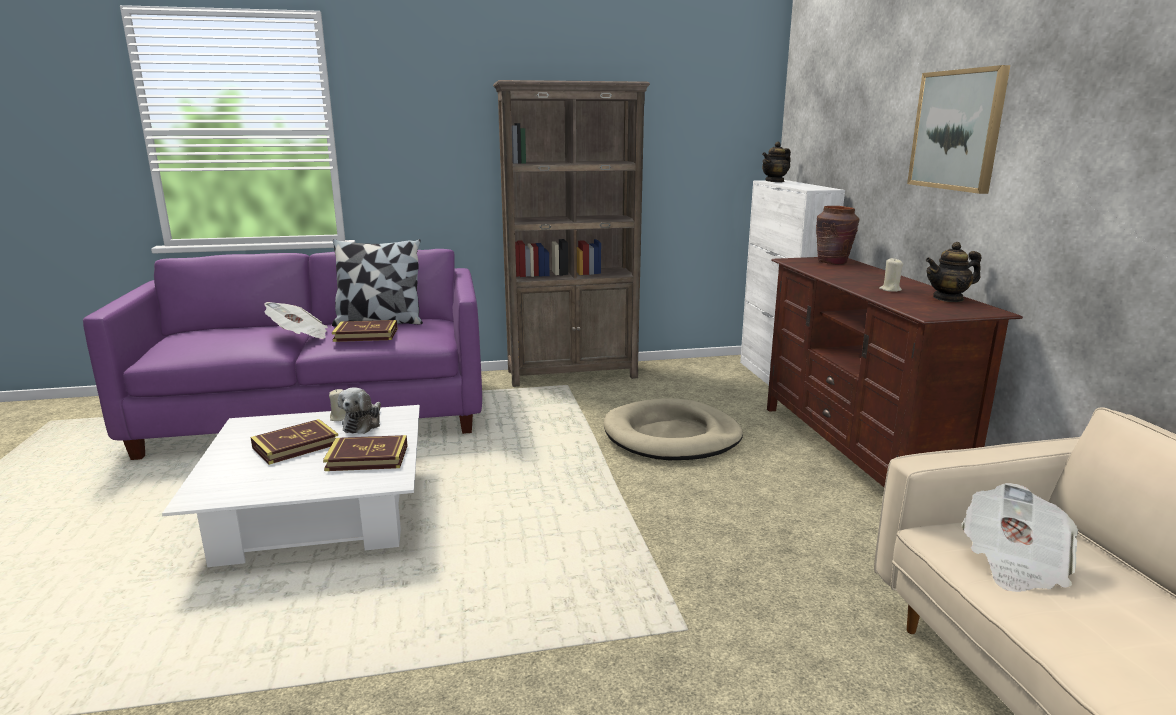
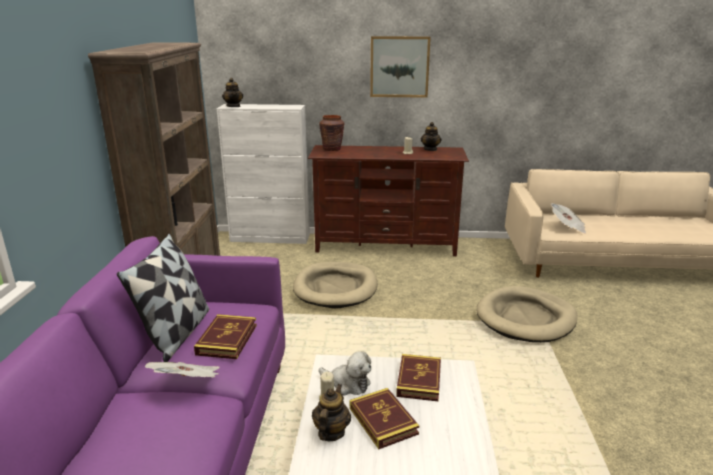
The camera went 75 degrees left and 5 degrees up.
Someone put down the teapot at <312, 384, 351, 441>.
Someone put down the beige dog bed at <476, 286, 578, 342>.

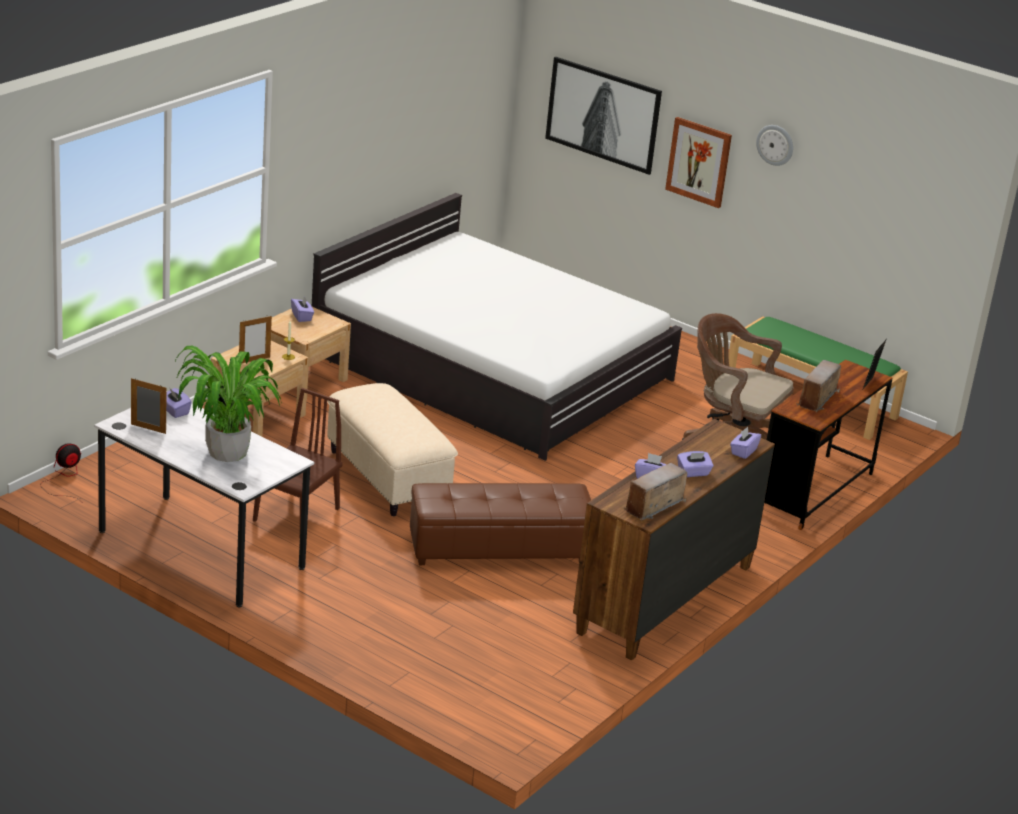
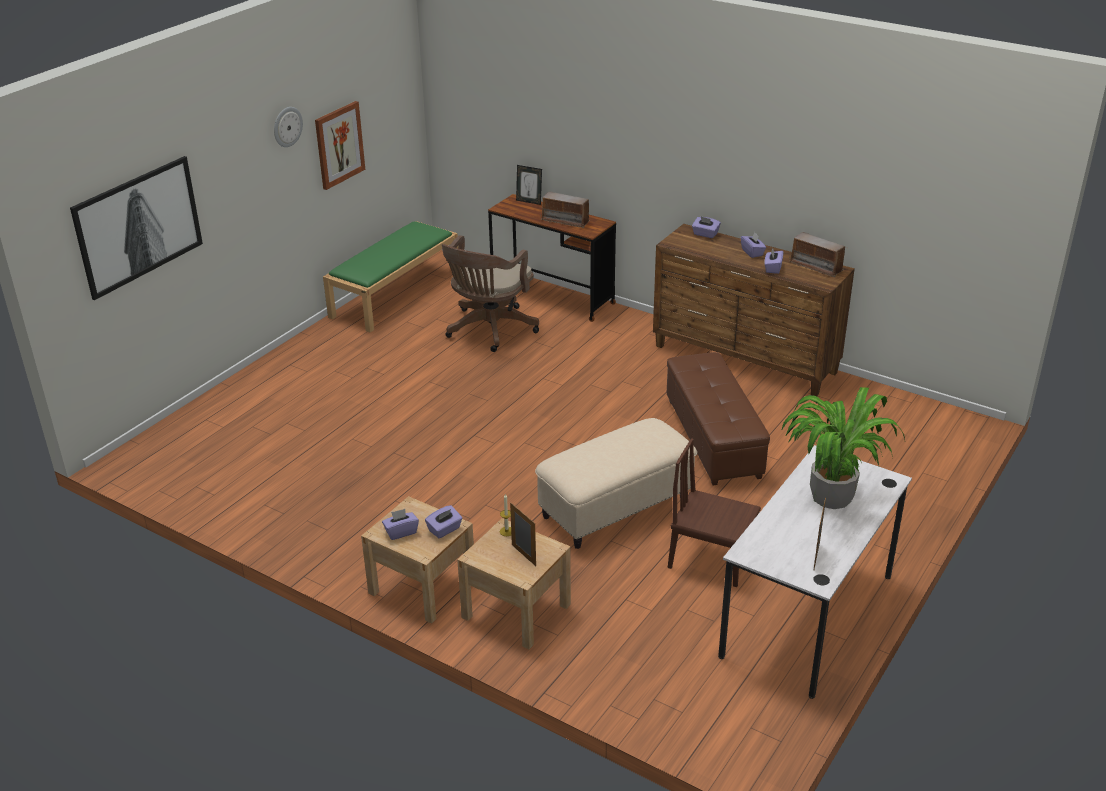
The camera went 90 degrees left and 5 degrees up.
Someone carried the picture from <665, 117, 732, 208> to <315, 101, 365, 190>.
Someone carried the purple tissue box from <166, 388, 192, 418> to <425, 505, 463, 538>.
Someone took away the fan at <43, 443, 81, 500>.
Someone took away the white bed at <312, 193, 682, 461>.

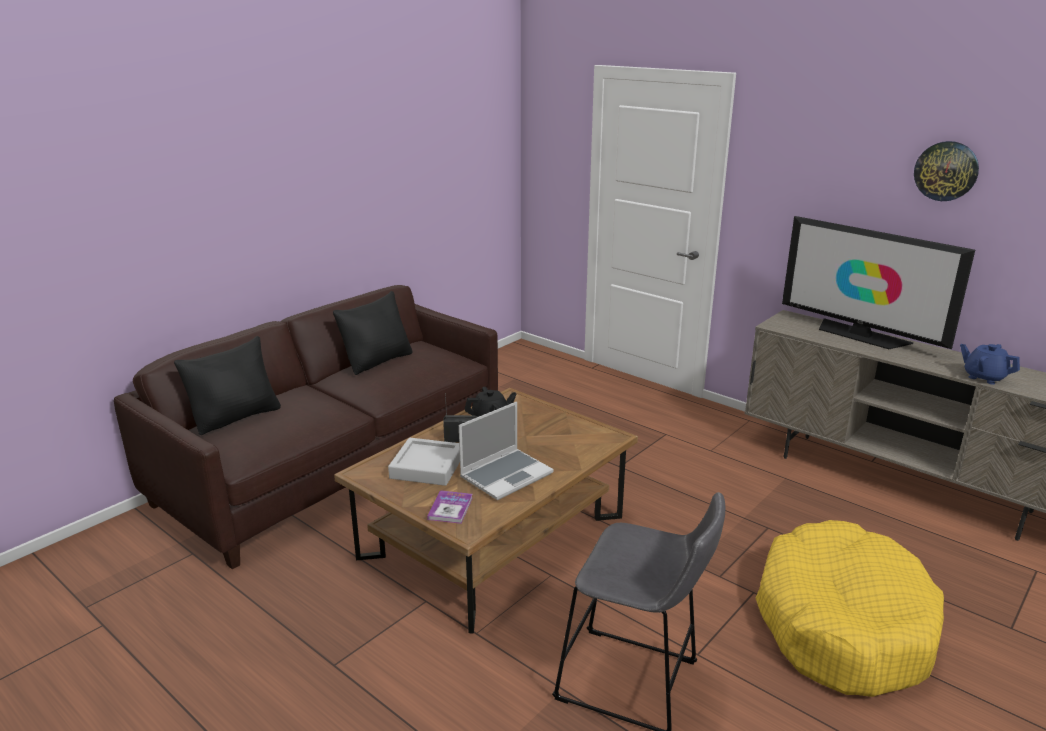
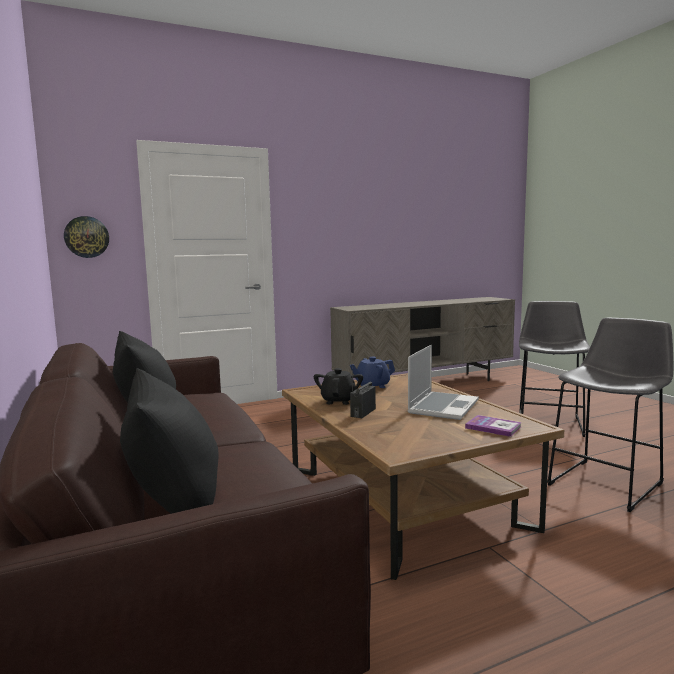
The camera went 65 degrees left and 15 degrees down.
Someone carried the wall clock from <914, 141, 979, 201> to <64, 216, 109, 258>.
Someone carried the blue teapot from <960, 344, 1020, 384> to <350, 357, 395, 388>.
Someone rotated the laptop at <459, 402, 554, 500> by 45 degrees clockwise.
Someone swapped the yellow dog bed at <756, 520, 944, 697> for the grey stool at <519, 301, 590, 437>.
Someone took away the grey tray at <388, 438, 460, 486>.
Someone took away the television at <782, 216, 975, 349>.

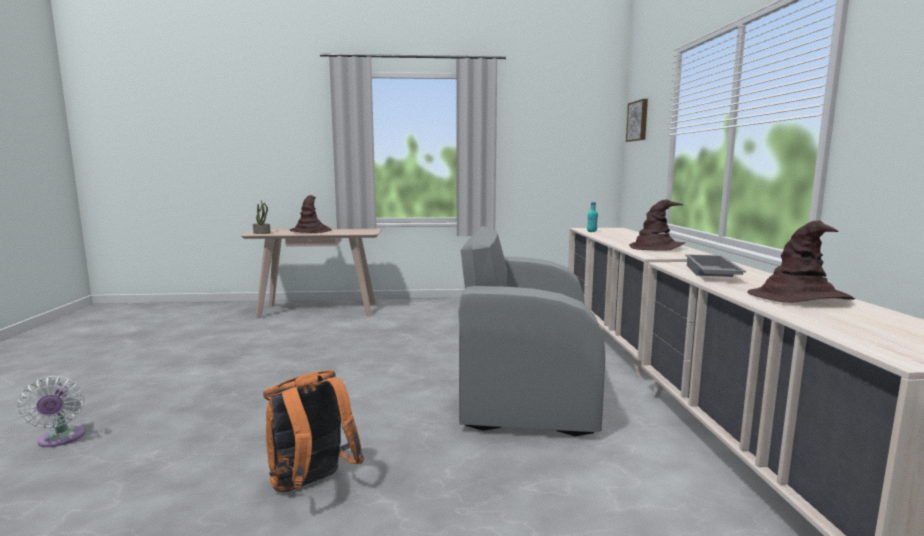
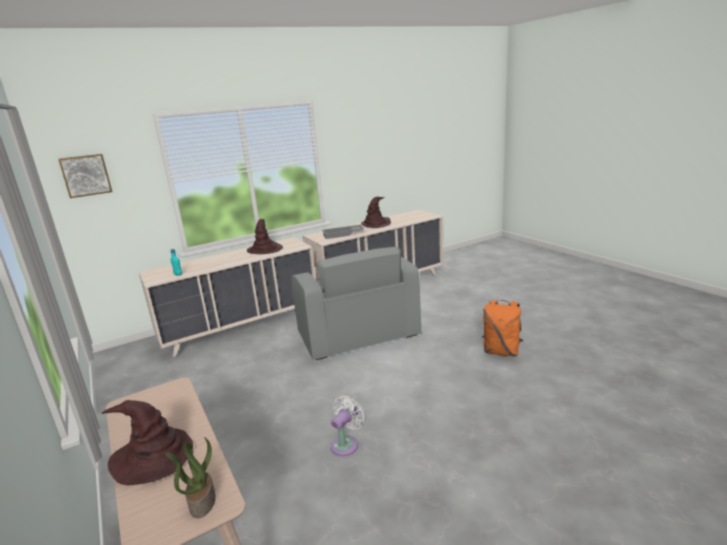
The camera went 115 degrees left and 10 degrees up.
Someone carried the white fan from <17, 376, 85, 447> to <331, 395, 365, 456>.

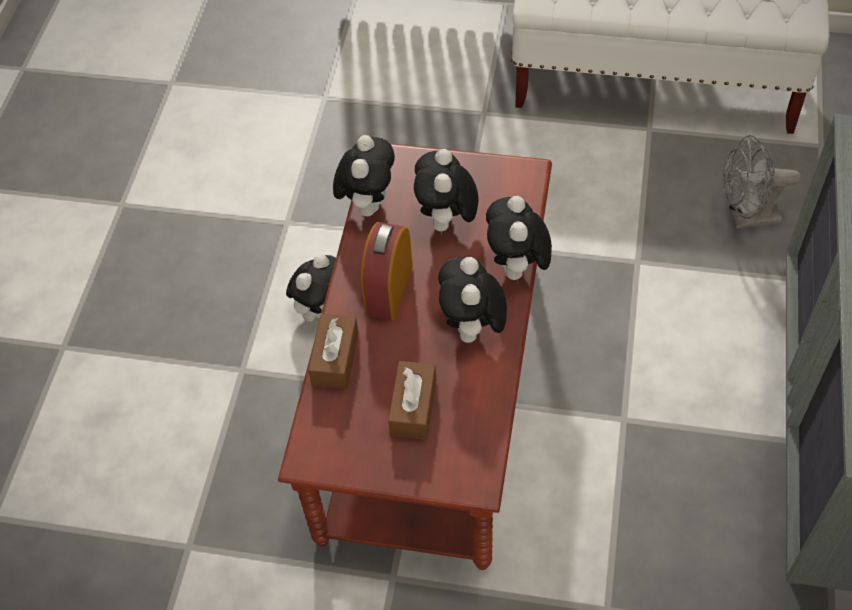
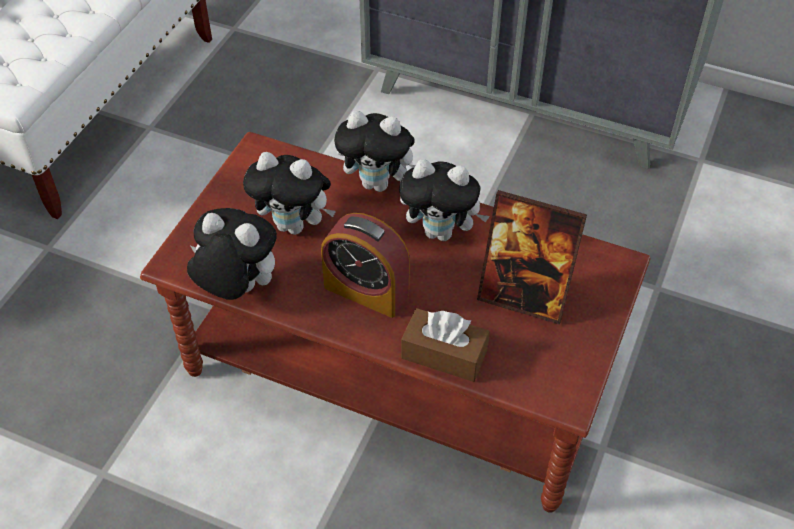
The camera went 80 degrees left and 5 degrees down.
Someone swapped the brown tissue box at <388, 361, 436, 440> for the picture frame at <477, 190, 587, 325>.
Someone took away the plush toy at <286, 254, 336, 322>.
Someone took away the grey fan at <723, 135, 801, 229>.

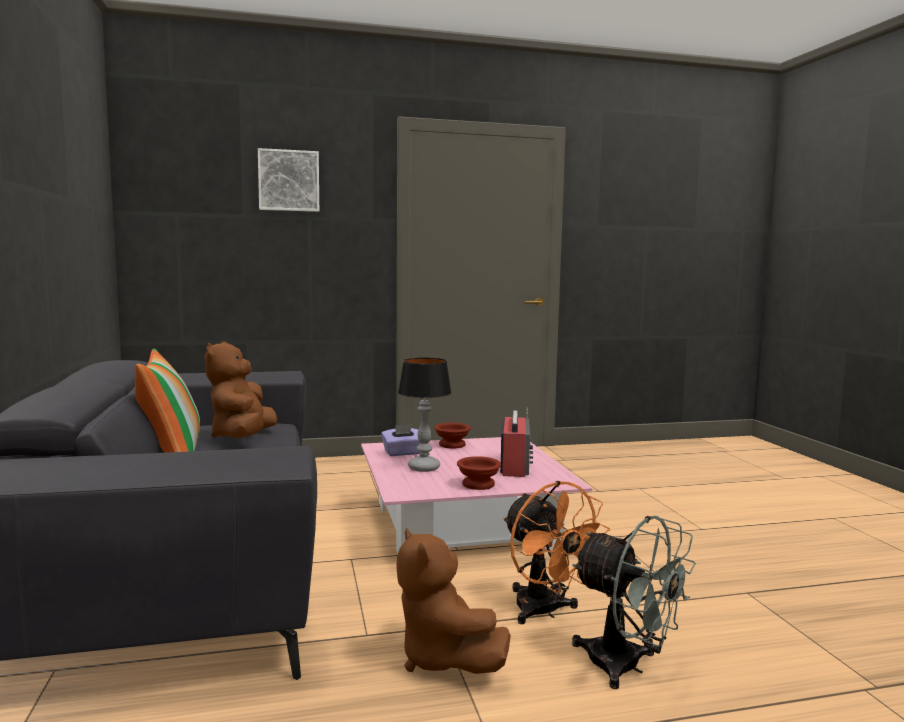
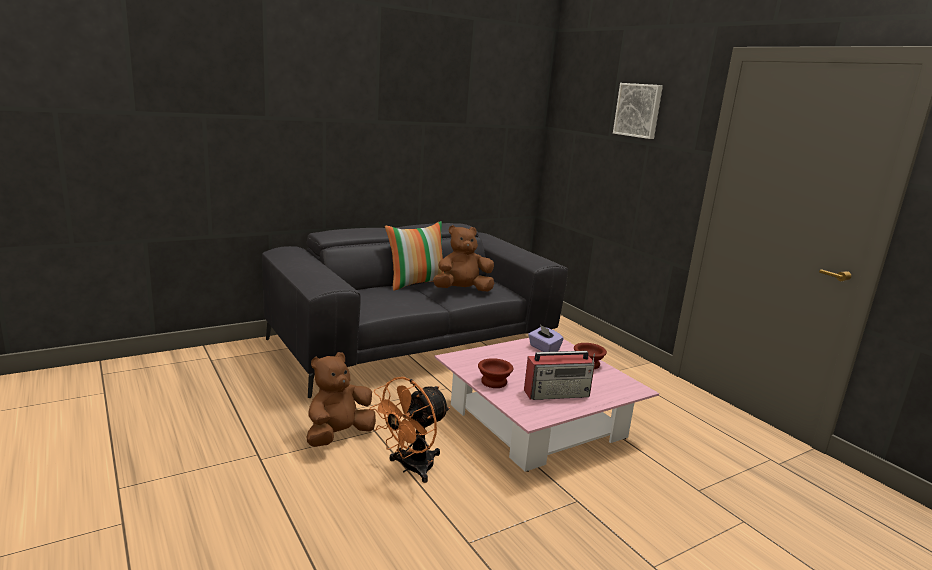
The camera went 70 degrees right and 10 degrees up.
Someone took away the table lamp at <398, 358, 452, 472>.
Someone took away the grey fan at <572, 516, 696, 689>.

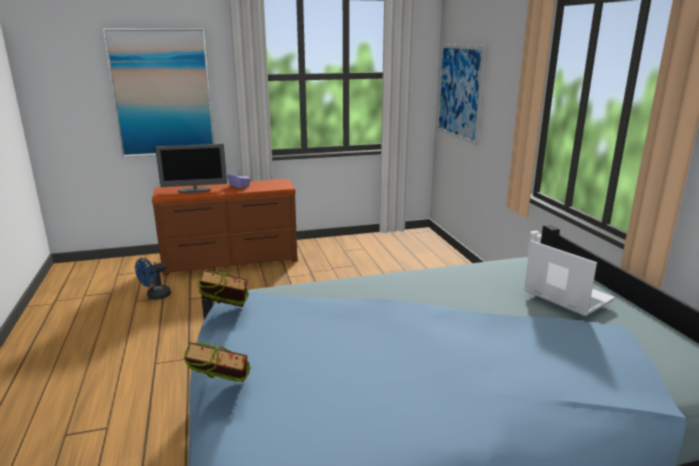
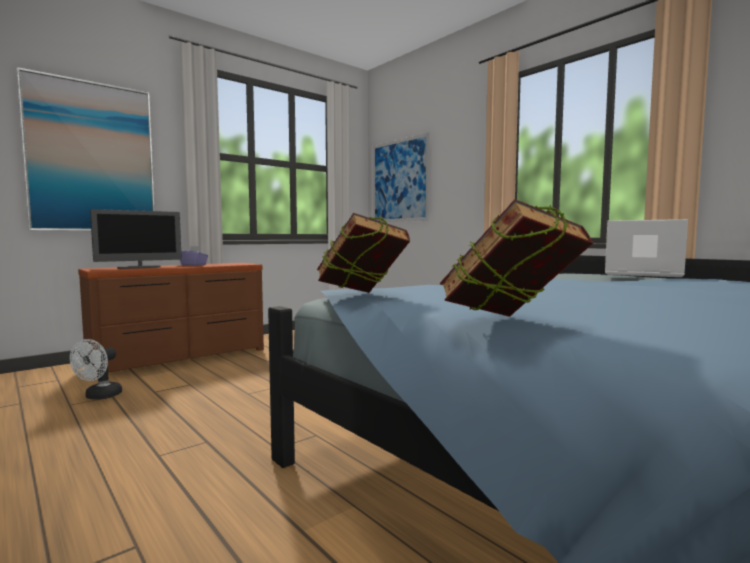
The camera went 25 degrees left and 15 degrees down.
Someone repainted the blue fan at <135, 258, 171, 300>, which became the white fan at <70, 339, 122, 399>.

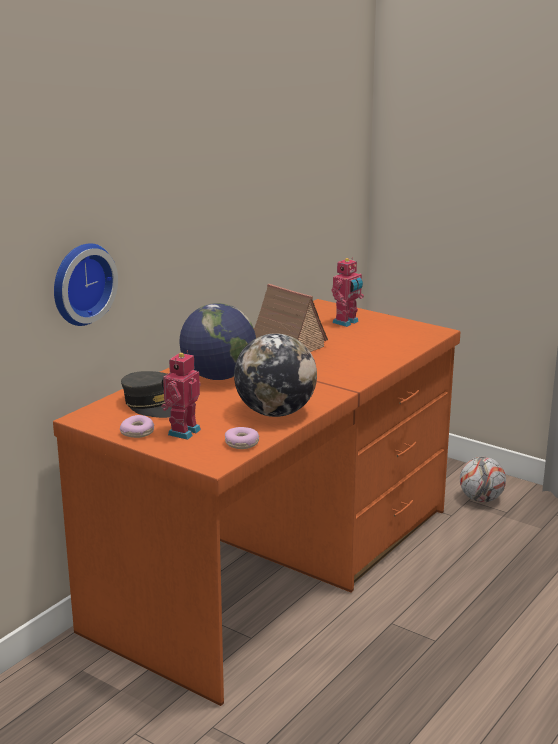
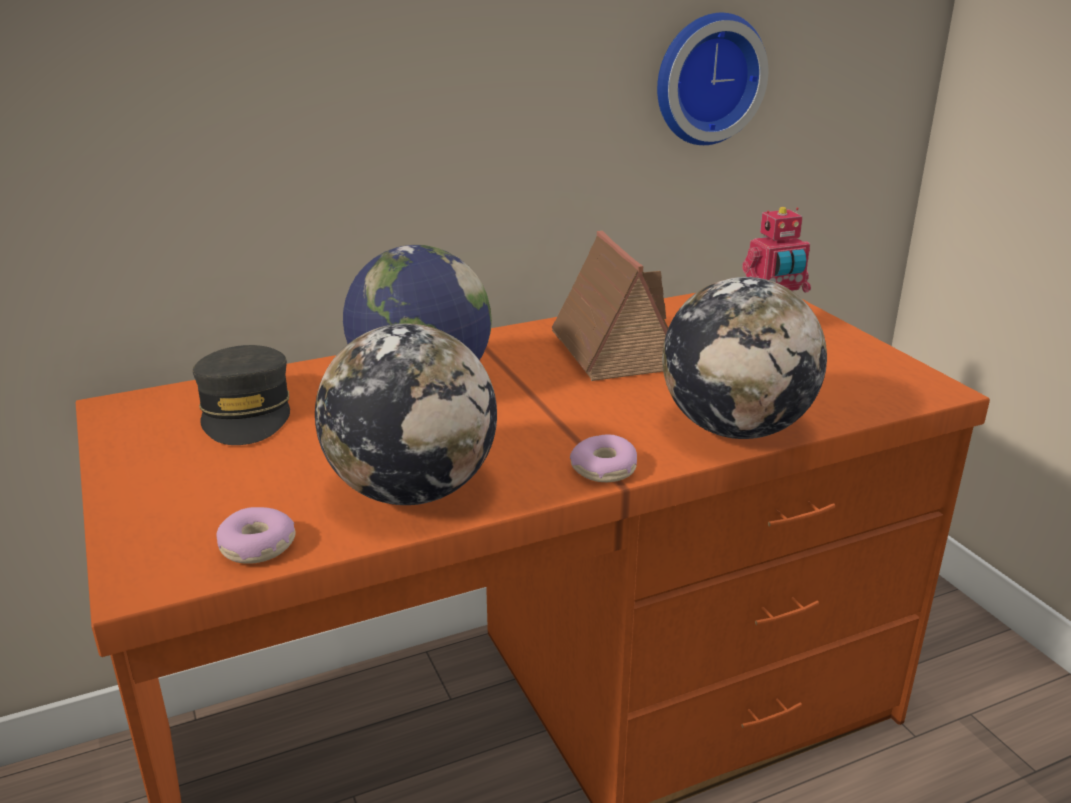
The camera went 30 degrees right and 5 degrees up.
Someone carried the donut from <120, 415, 154, 438> to <570, 435, 637, 482>.
Someone carried the wall clock from <54, 243, 118, 326> to <657, 13, 768, 145>.
Someone put down the globe at <662, 277, 827, 439>.
Someone took away the toy robot at <161, 351, 201, 440>.
Someone took away the football at <460, 457, 506, 502>.

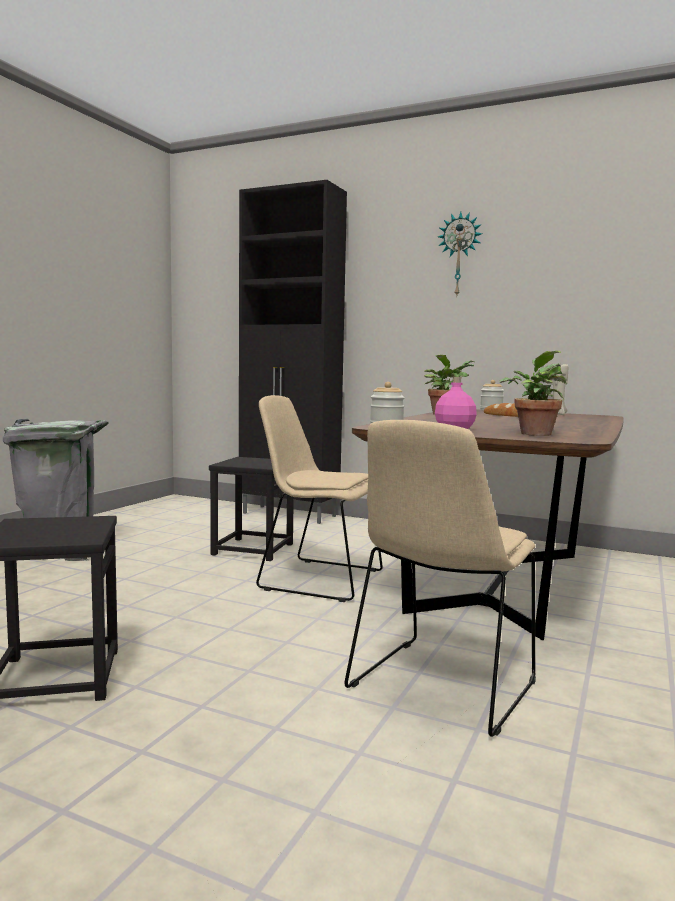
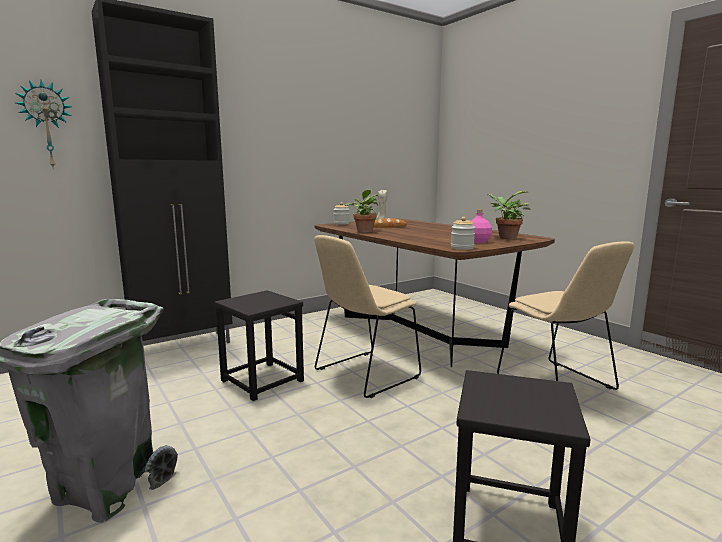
The camera went 60 degrees left and 5 degrees up.
Someone carried the wall clock from <438, 212, 482, 296> to <15, 80, 72, 169>.

